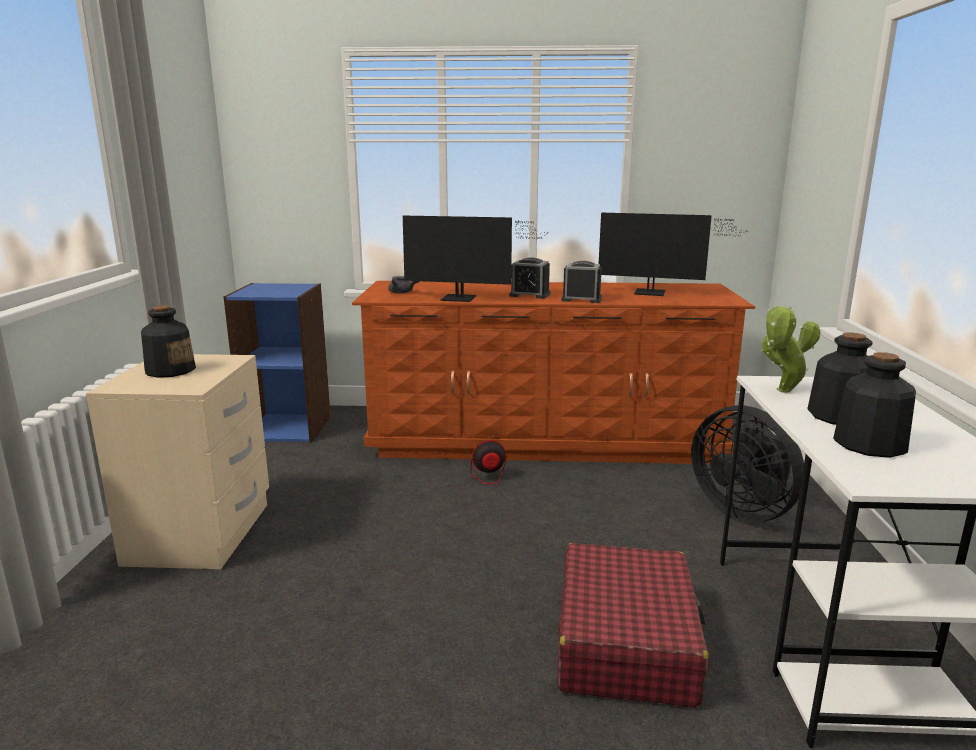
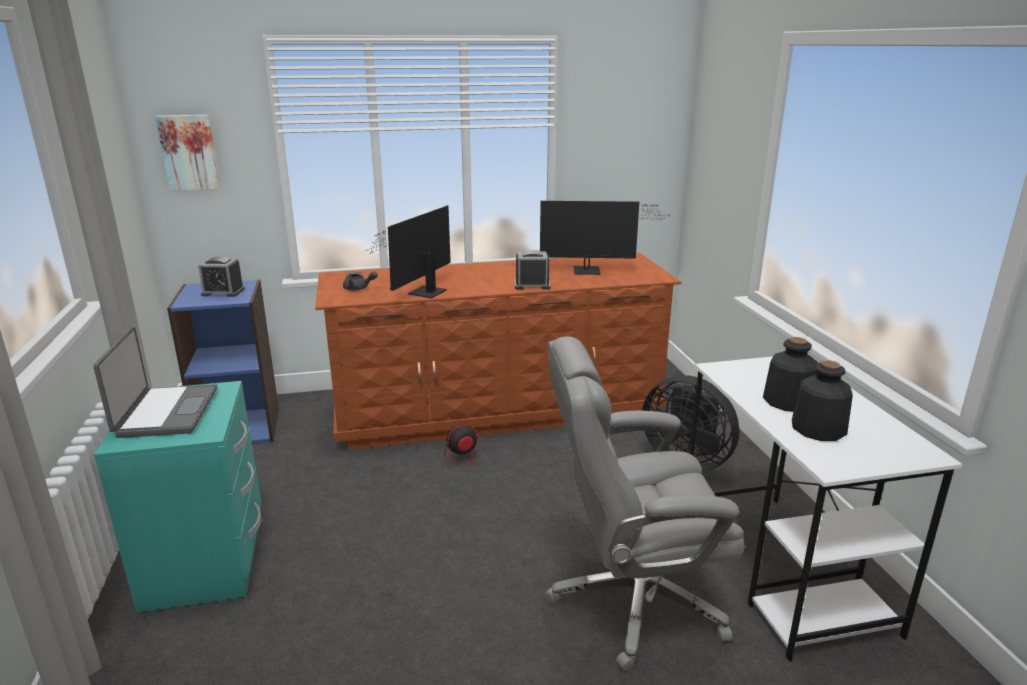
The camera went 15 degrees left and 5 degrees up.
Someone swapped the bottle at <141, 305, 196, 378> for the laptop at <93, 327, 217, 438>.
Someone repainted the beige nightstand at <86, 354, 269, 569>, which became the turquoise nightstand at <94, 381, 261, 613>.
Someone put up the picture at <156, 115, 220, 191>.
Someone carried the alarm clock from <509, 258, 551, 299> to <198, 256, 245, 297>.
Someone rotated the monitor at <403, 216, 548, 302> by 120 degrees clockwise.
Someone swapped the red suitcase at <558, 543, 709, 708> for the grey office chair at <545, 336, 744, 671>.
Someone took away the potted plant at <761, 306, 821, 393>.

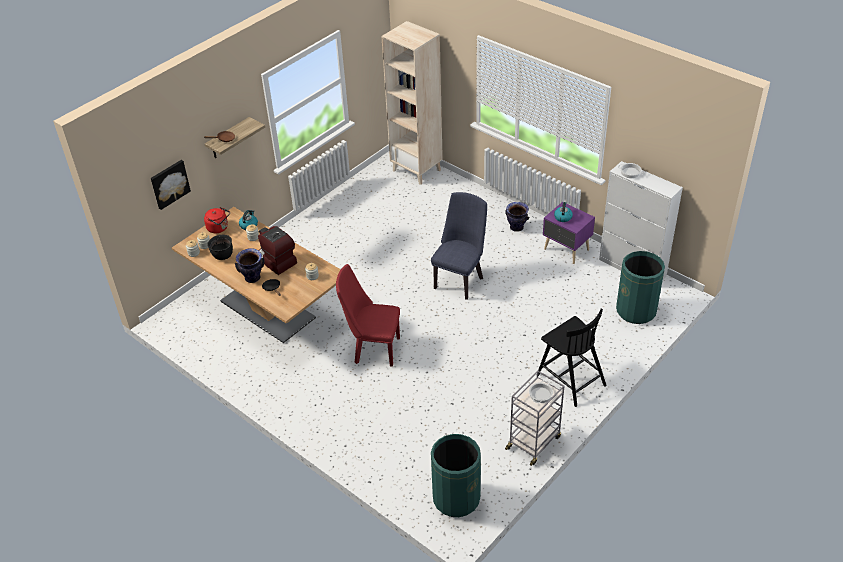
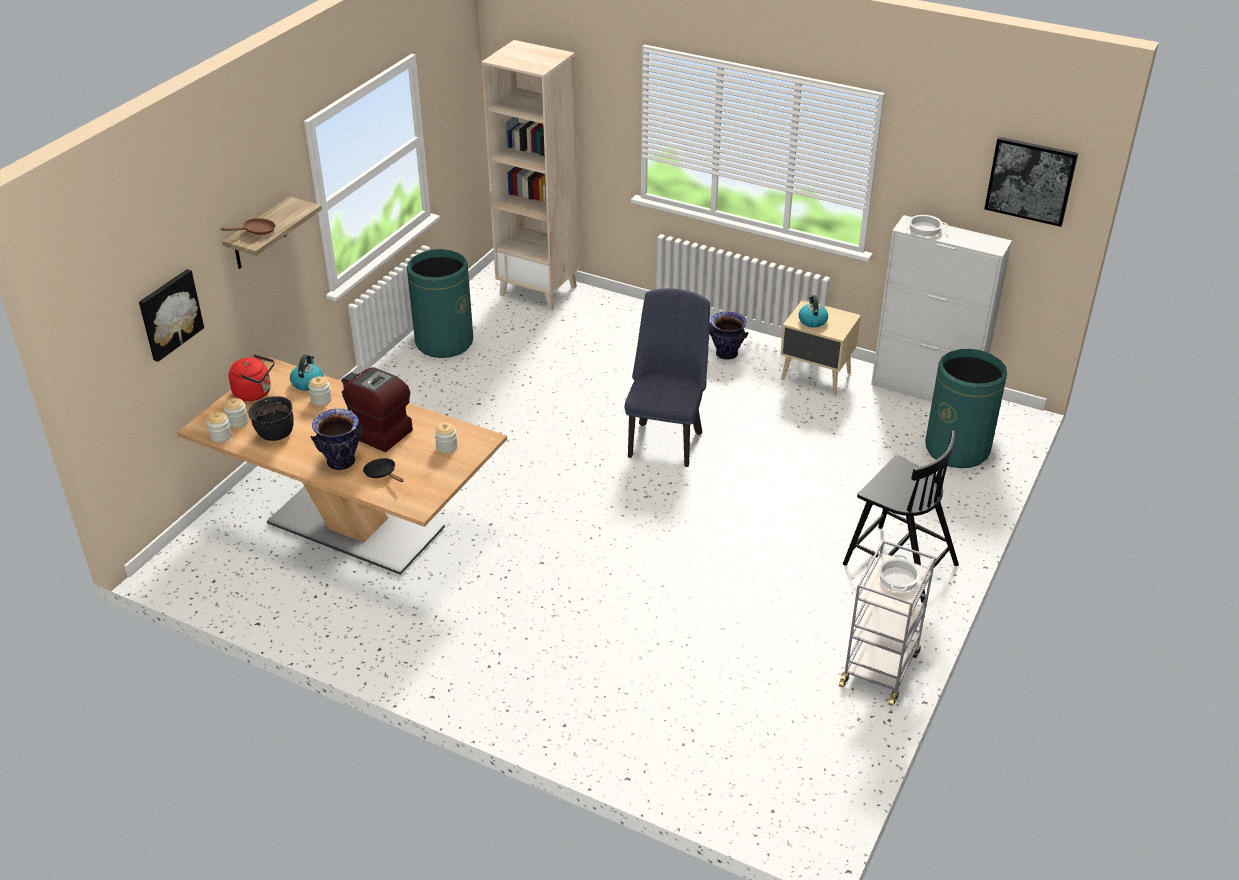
The camera went 15 degrees left and 5 degrees down.
Someone carried the green trash can from <431, 434, 481, 517> to <407, 249, 473, 358>.
Someone repainted the purple nightstand at <543, 202, 595, 264>, which became the beige nightstand at <780, 300, 861, 395>.
Someone put up the picture at <984, 137, 1078, 227>.
Someone took away the red chair at <336, 264, 400, 367>.

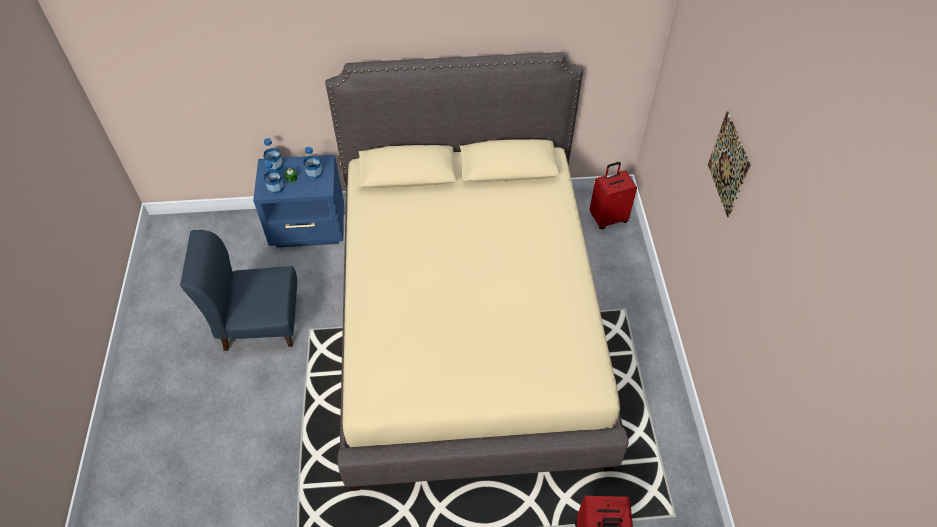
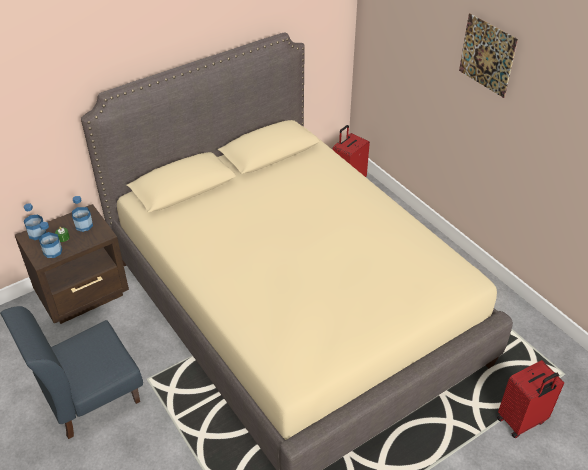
The camera went 30 degrees left and 10 degrees down.
Someone repainted the blue nightstand at <253, 155, 344, 248>, which became the brown nightstand at <15, 204, 129, 324>.

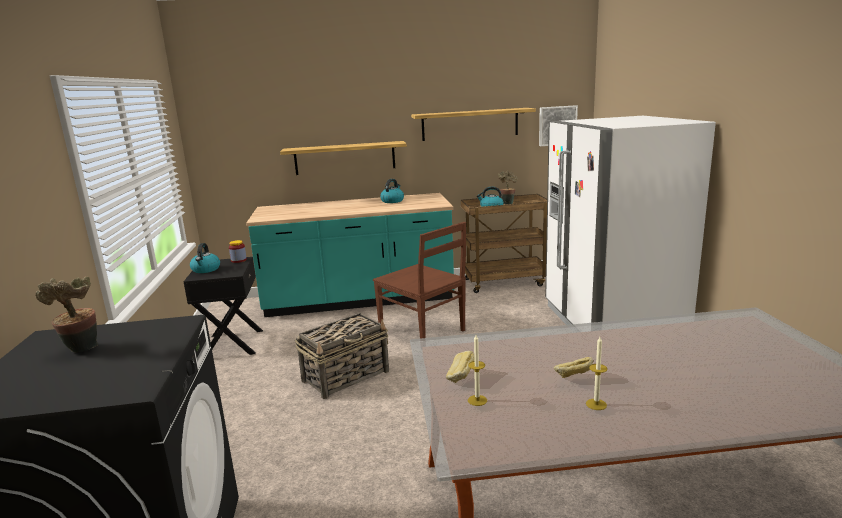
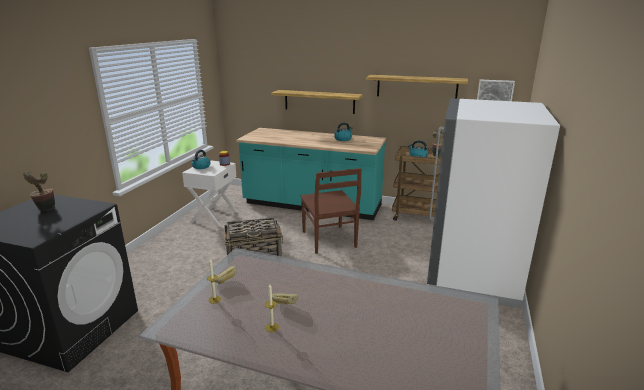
The camera went 25 degrees right and 5 degrees up.
Someone repainted the black nightstand at <184, 257, 263, 355>, which became the white nightstand at <182, 160, 238, 227>.

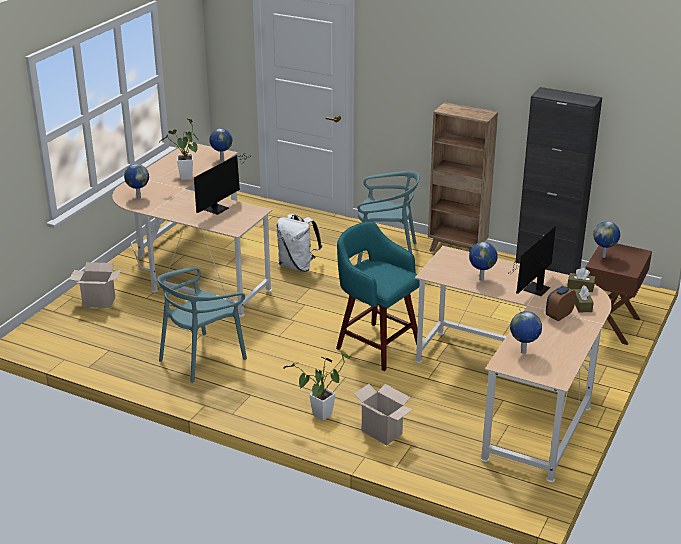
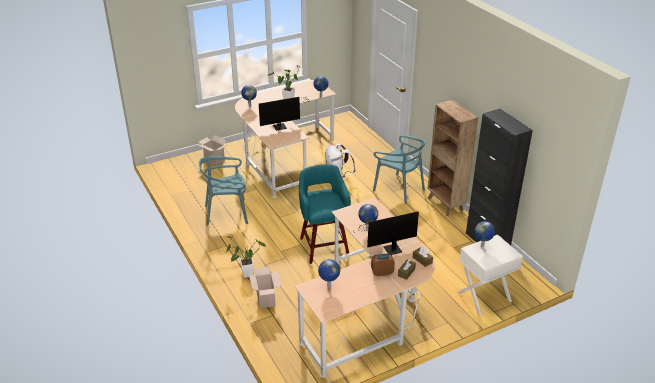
The camera went 35 degrees right and 5 degrees up.
Someone repainted the brown nightstand at <585, 244, 652, 345>, which became the white nightstand at <457, 235, 523, 315>.

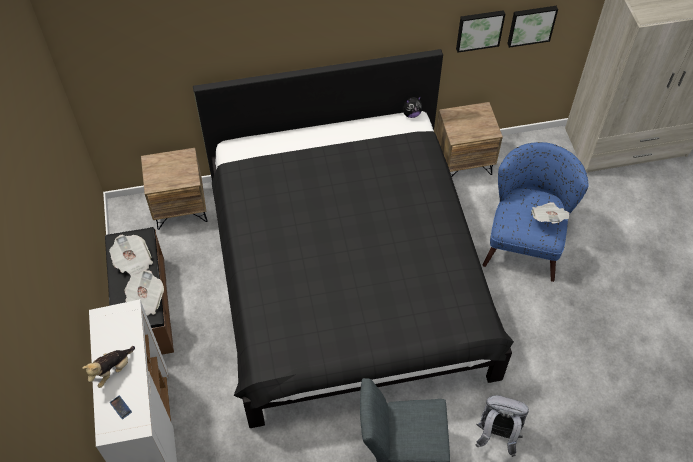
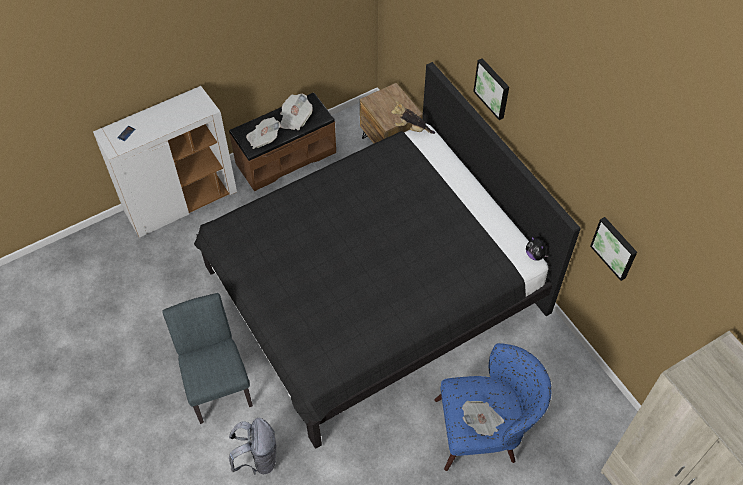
The camera went 70 degrees right and 0 degrees up.
Someone carried the plush toy from <82, 346, 135, 388> to <391, 101, 435, 134>.
Someone carried the picture from <507, 6, 558, 48> to <473, 58, 509, 120>.
Someone took away the brown nightstand at <436, 102, 503, 177>.

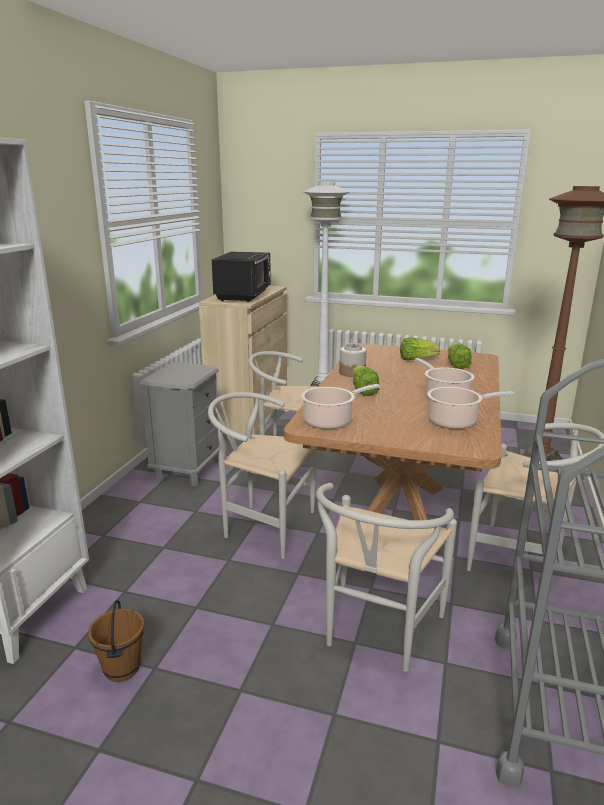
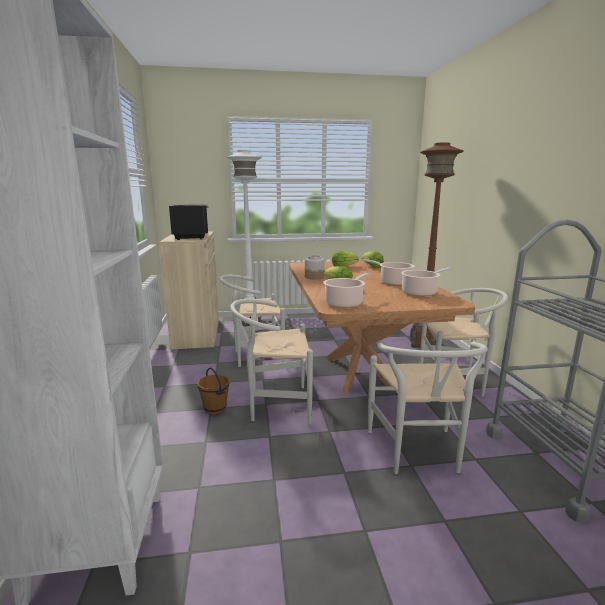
The camera went 25 degrees left and 5 degrees down.
Someone carried the brown bucket from <88, 600, 144, 682> to <197, 368, 229, 415>.
Someone took away the grey nightstand at <139, 362, 220, 487>.

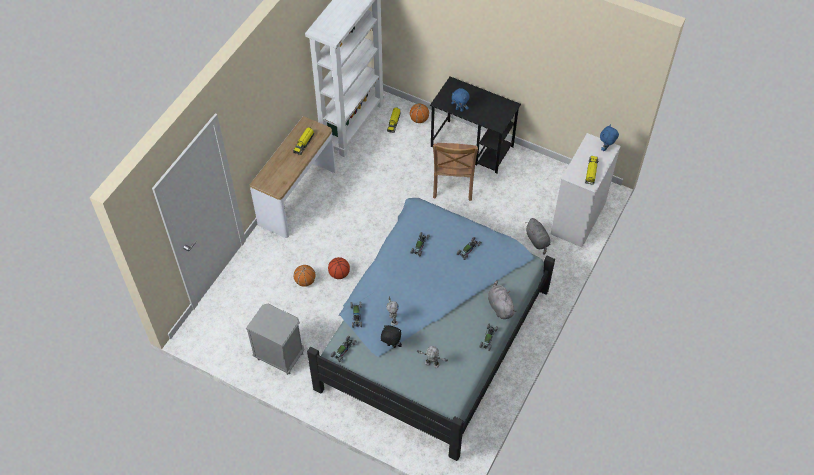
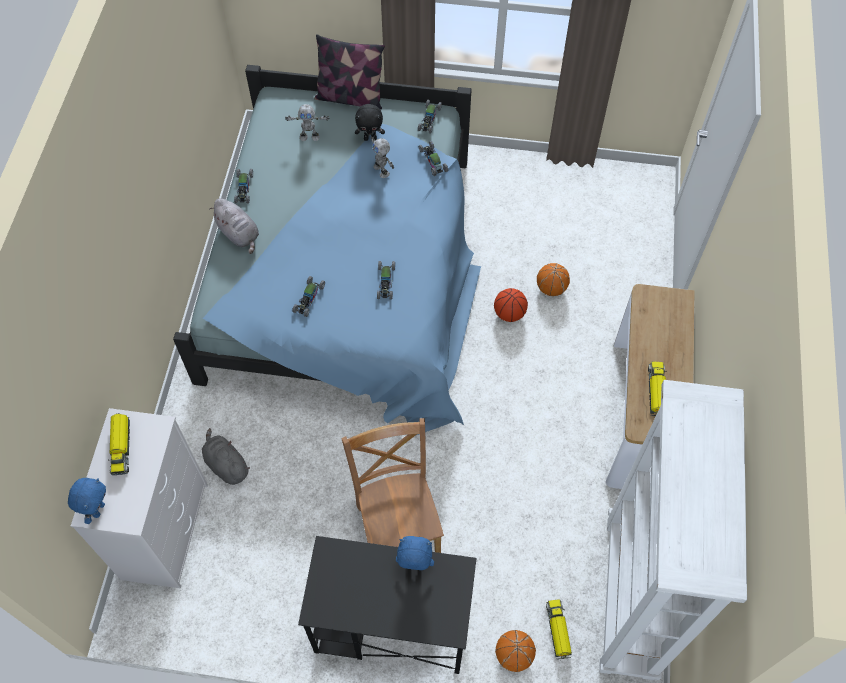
The camera went 160 degrees right and 5 degrees up.
Someone put down the pillow at <314, 34, 385, 109>.
Someone took away the grey nightstand at <246, 304, 305, 375>.

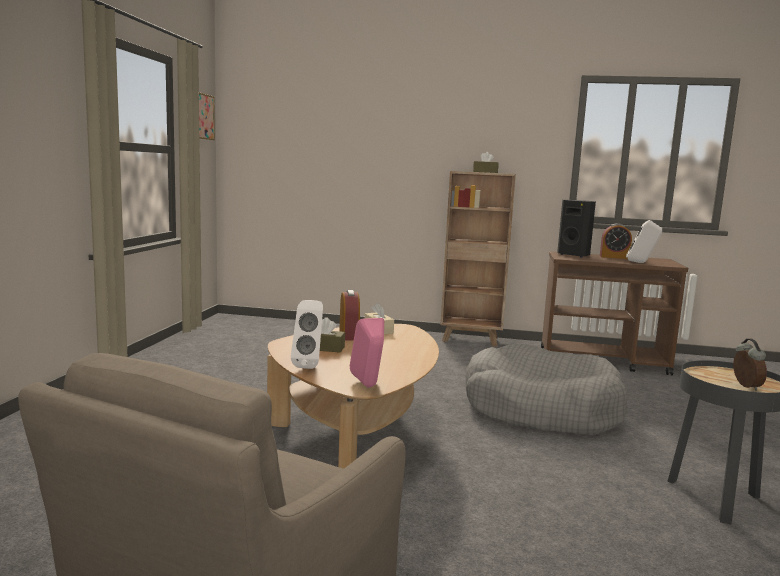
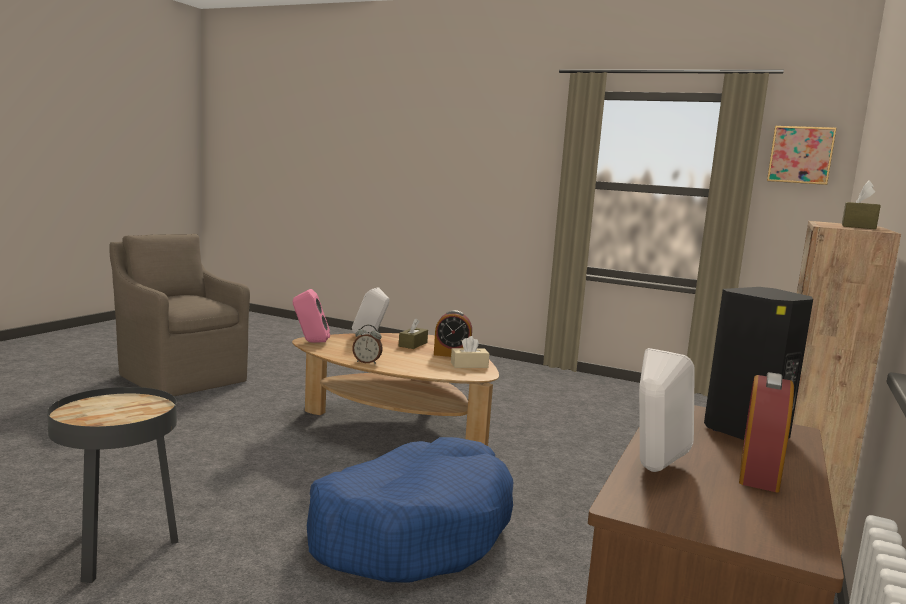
The camera went 105 degrees right and 0 degrees up.
Someone repainted the grey dog bed at <465, 344, 628, 436>, which became the blue dog bed at <307, 437, 513, 583>.
Someone carried the alarm clock from <733, 339, 767, 391> to <352, 325, 383, 364>.

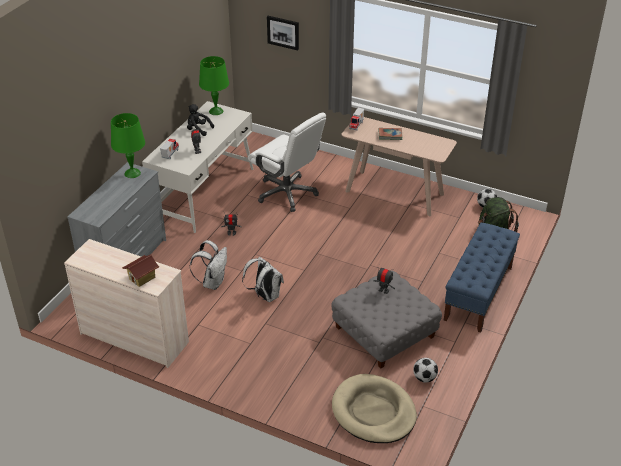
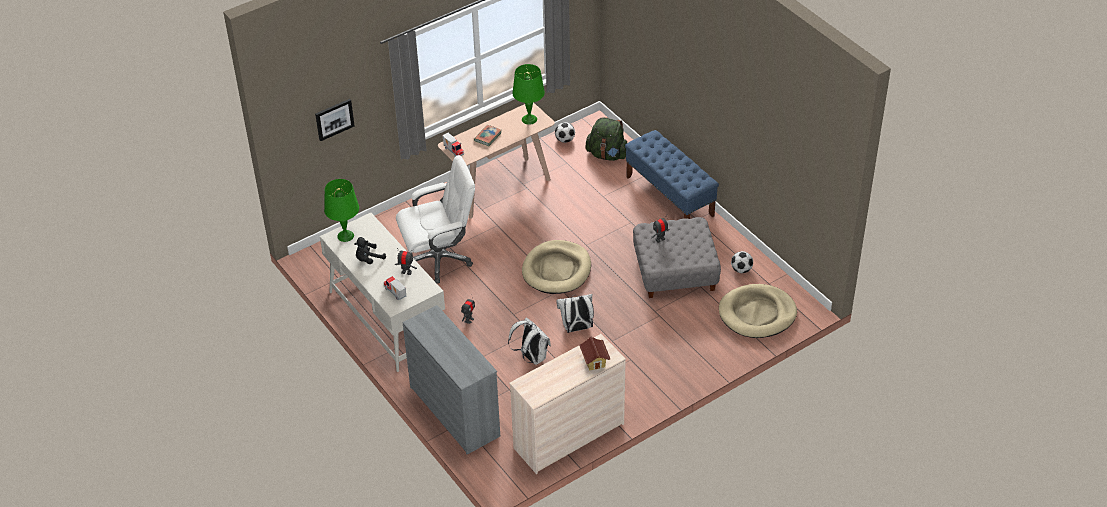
The camera went 60 degrees left and 5 degrees up.
Someone carried the green table lamp from <111, 113, 145, 178> to <512, 64, 545, 125>.
Someone put down the beige dog bed at <522, 240, 591, 294>.

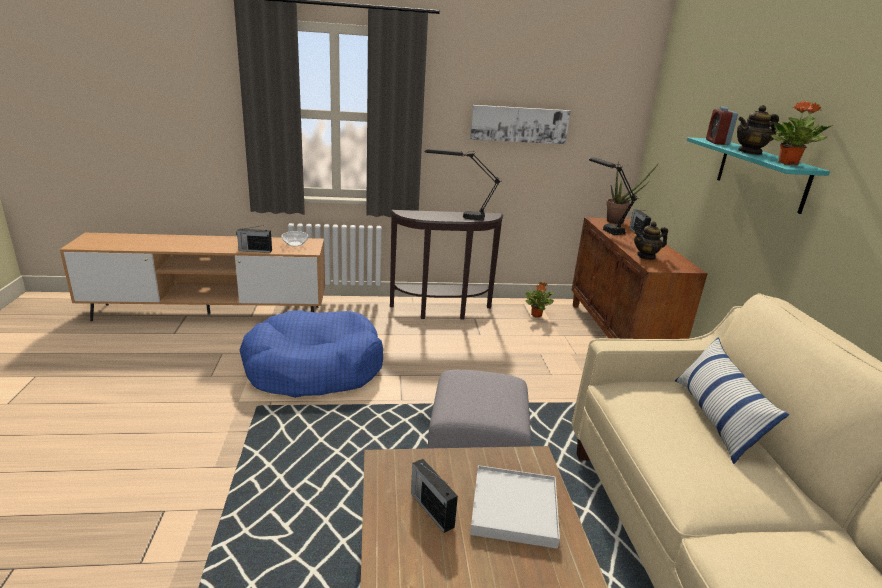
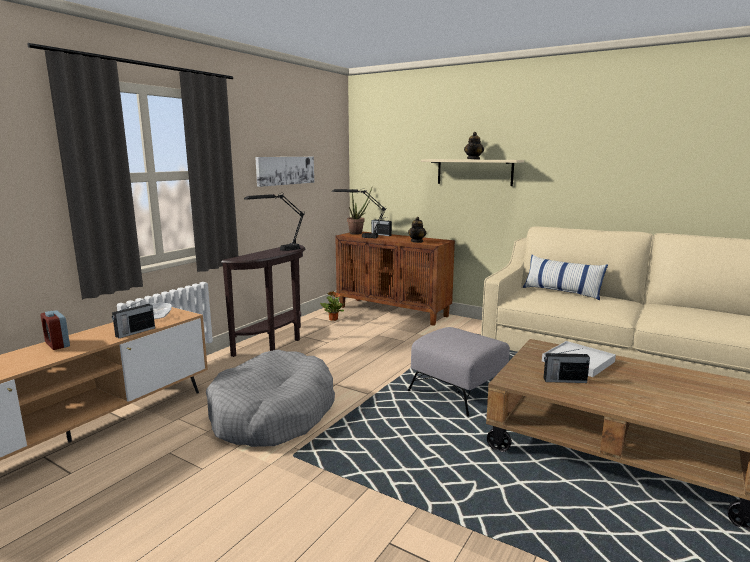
The camera went 50 degrees left and 10 degrees down.
Someone carried the alarm clock from <706, 106, 738, 145> to <41, 310, 70, 350>.
Someone repainted the blue dog bed at <240, 310, 383, 398>, which became the grey dog bed at <206, 350, 335, 447>.
Someone repainted the turquoise shelf at <687, 137, 830, 214>, which became the beige shelf at <421, 159, 524, 186>.
Someone took away the potted plant at <771, 101, 833, 165>.

